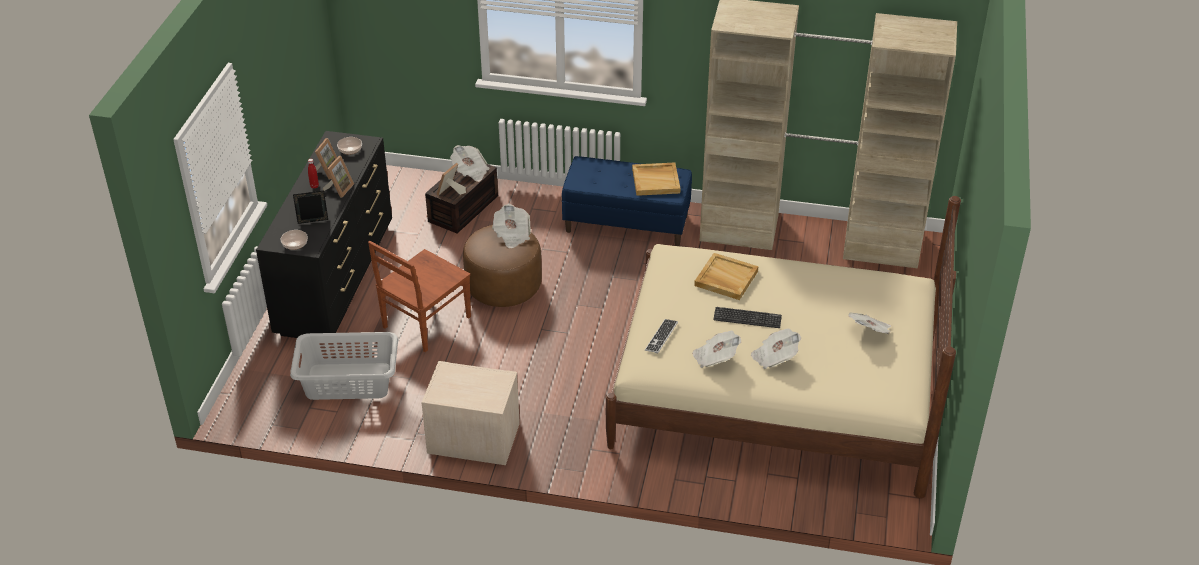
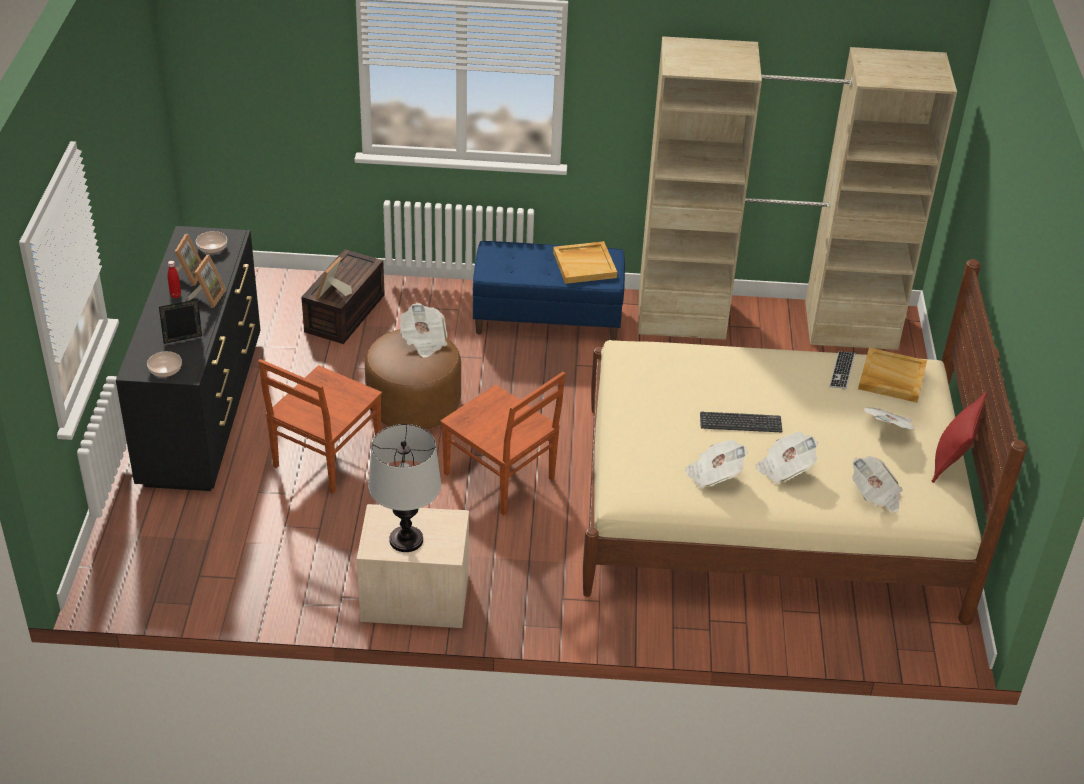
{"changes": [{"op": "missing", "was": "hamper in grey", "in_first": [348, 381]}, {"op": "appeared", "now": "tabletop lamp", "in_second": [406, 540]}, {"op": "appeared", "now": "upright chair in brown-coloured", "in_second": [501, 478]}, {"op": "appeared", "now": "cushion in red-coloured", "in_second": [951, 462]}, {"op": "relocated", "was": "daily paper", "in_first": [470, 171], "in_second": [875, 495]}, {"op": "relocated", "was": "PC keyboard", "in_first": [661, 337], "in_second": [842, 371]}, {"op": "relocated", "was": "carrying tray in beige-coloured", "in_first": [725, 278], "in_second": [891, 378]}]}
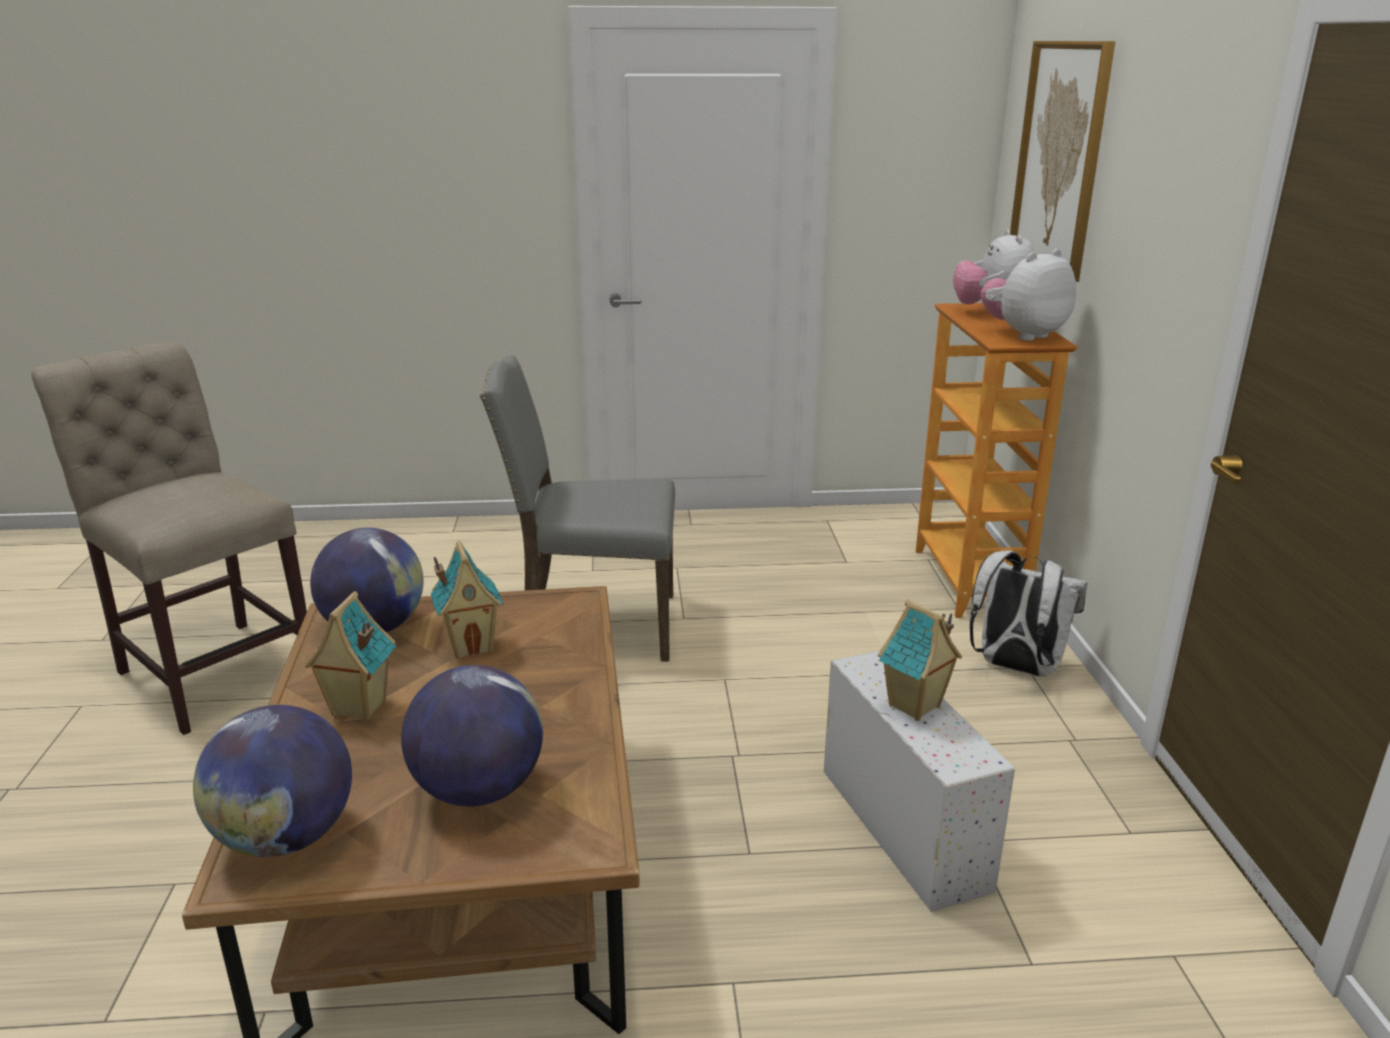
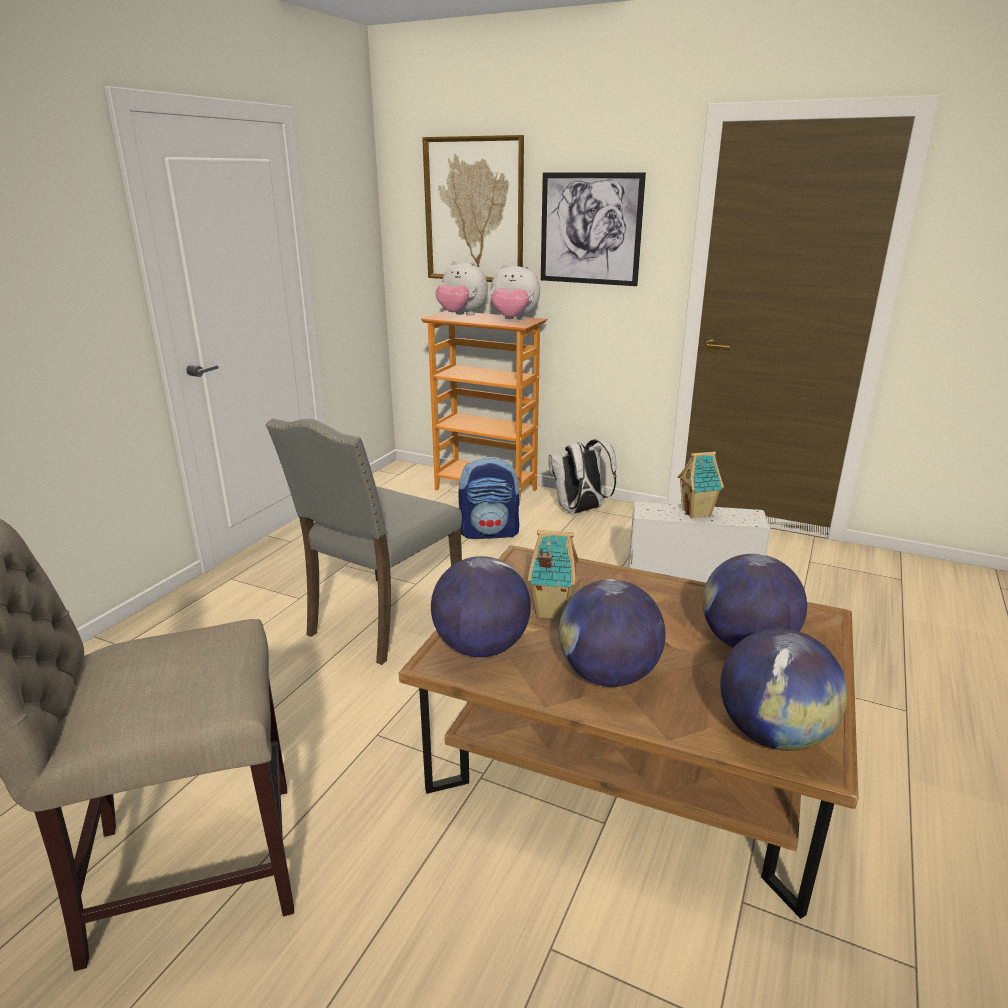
{"changes": [{"op": "appeared", "now": "backpack", "in_second": [490, 532]}, {"op": "appeared", "now": "wall art", "in_second": [590, 229]}, {"op": "exchanged", "was": "miniature house", "now": "desk globe", "in_first": [357, 708], "in_second": [608, 675]}, {"op": "spun", "was": "plush toy", "in_first": [1023, 335], "in_second": [513, 320], "clockwise": -75}]}
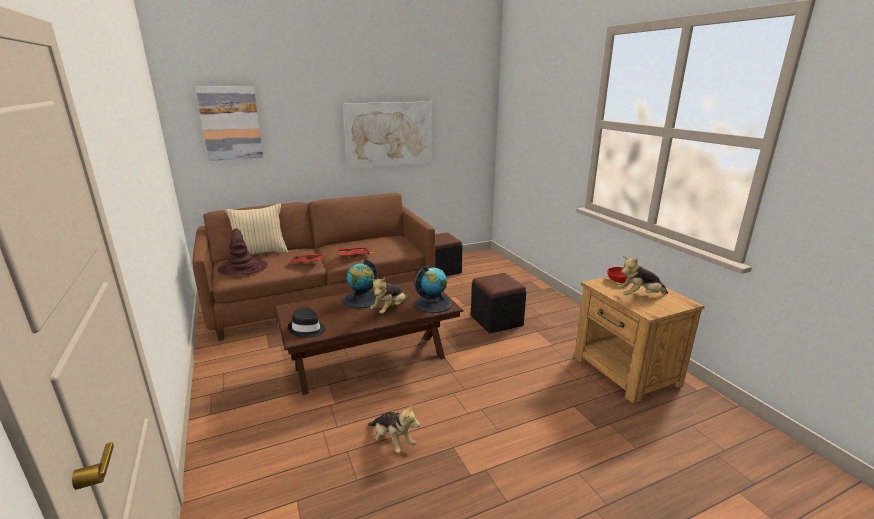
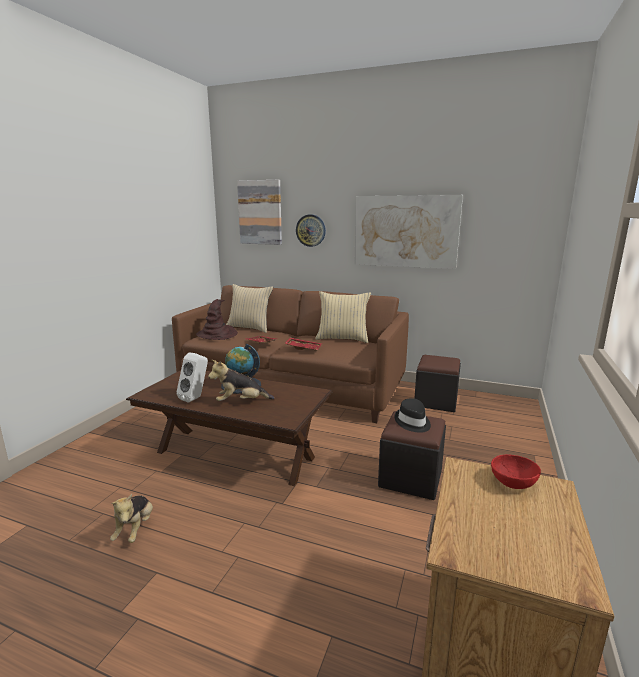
{"changes": [{"op": "missing", "was": "desk globe", "in_first": [433, 303]}, {"op": "missing", "was": "plush toy", "in_first": [639, 296]}, {"op": "appeared", "now": "loudspeaker in white-coloured", "in_second": [196, 398]}, {"op": "appeared", "now": "wall clock", "in_second": [311, 230]}, {"op": "appeared", "now": "cushion in beige-coloured", "in_second": [342, 339]}, {"op": "relocated", "was": "clothing hat in blackish", "in_first": [307, 329], "in_second": [412, 422]}]}
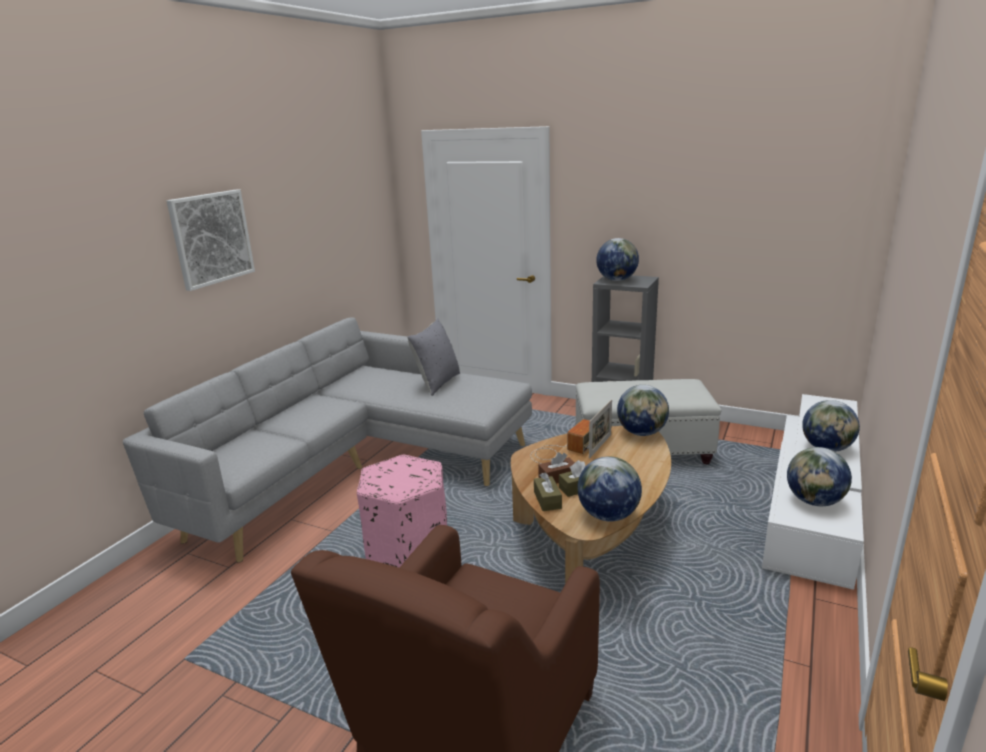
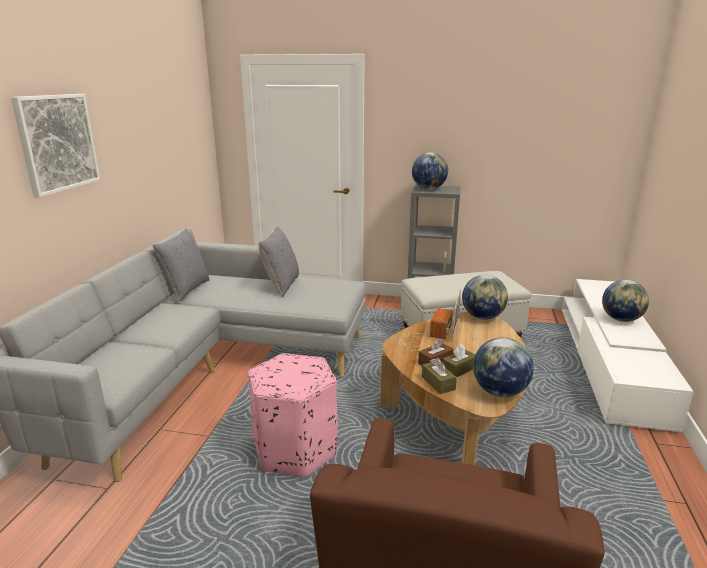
{"changes": [{"op": "missing", "was": "desk globe", "in_first": [814, 501]}, {"op": "appeared", "now": "cushion in grey", "in_second": [186, 289]}]}
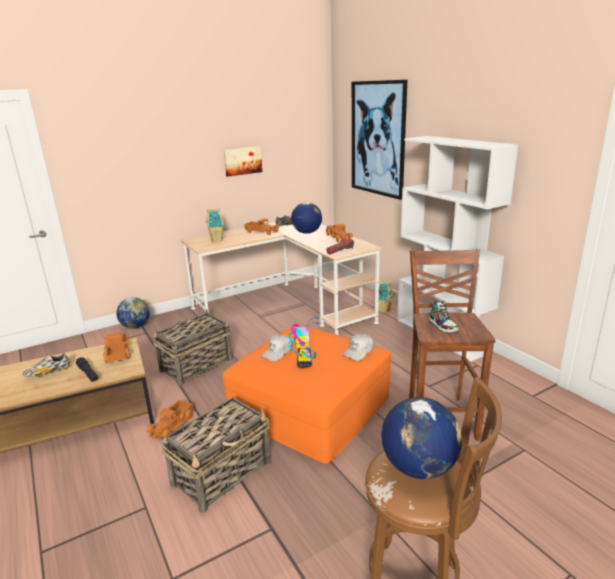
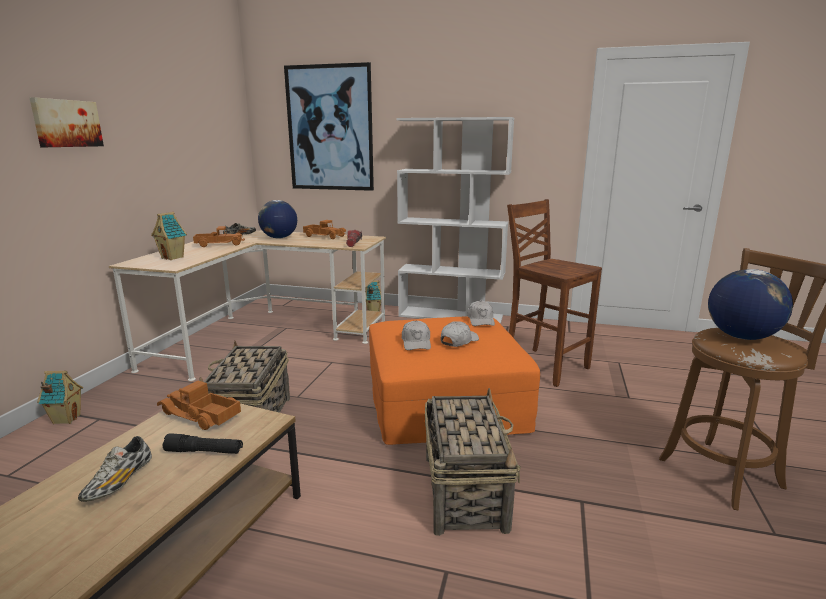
{"changes": [{"op": "missing", "was": "model truck", "in_first": [173, 425]}, {"op": "missing", "was": "low shoe", "in_first": [443, 326]}, {"op": "relocated", "was": "wall art", "in_first": [242, 161], "in_second": [66, 123]}, {"op": "exchanged", "was": "desk globe", "now": "miniature house", "in_first": [136, 327], "in_second": [66, 419]}, {"op": "exchanged", "was": "toy robot", "now": "cap in white-coloured", "in_first": [304, 363], "in_second": [459, 341]}]}
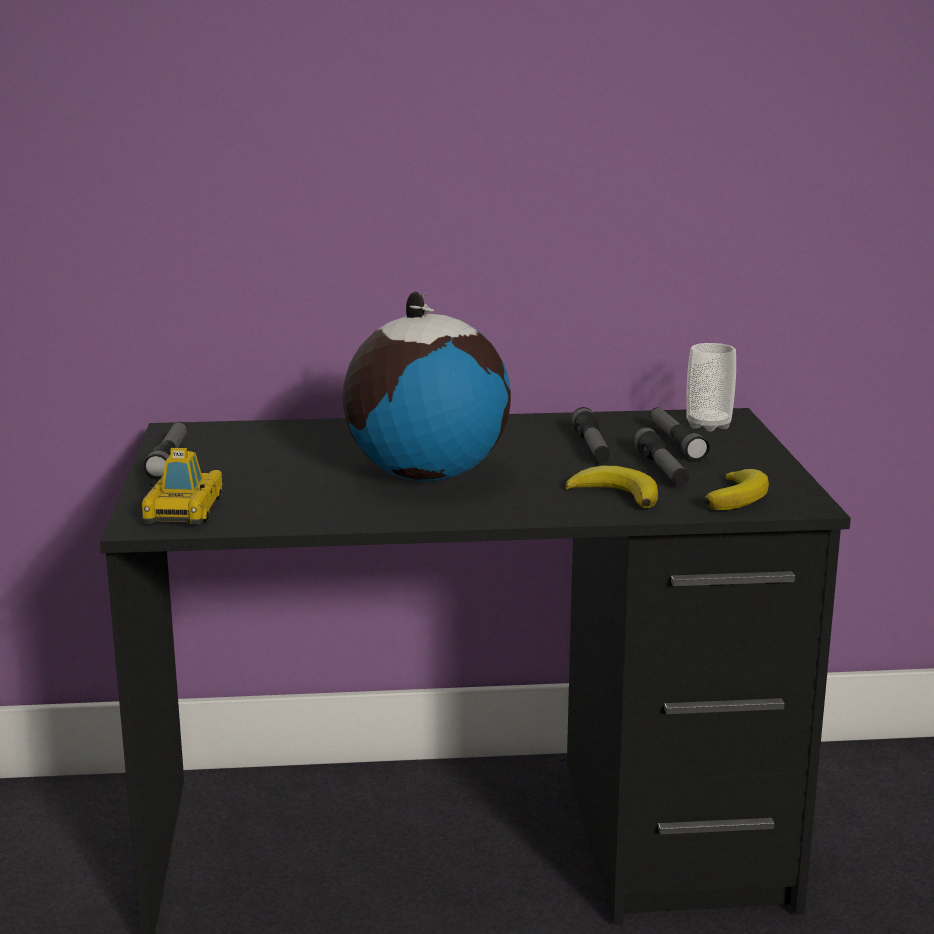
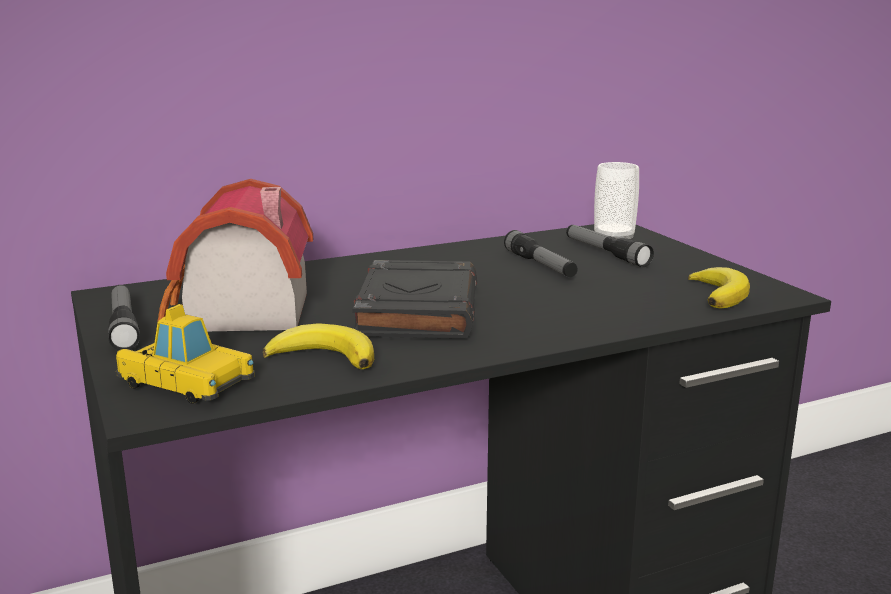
{"changes": [{"op": "missing", "was": "flashlight", "in_first": [661, 469]}, {"op": "appeared", "now": "miniature house", "in_second": [239, 313]}, {"op": "relocated", "was": "banana", "in_first": [616, 494], "in_second": [324, 356]}, {"op": "exchanged", "was": "desk globe", "now": "book in blackish", "in_first": [426, 475], "in_second": [417, 310]}, {"op": "spun", "was": "miniature car", "in_first": [184, 509], "in_second": [186, 382], "clockwise": 135}]}
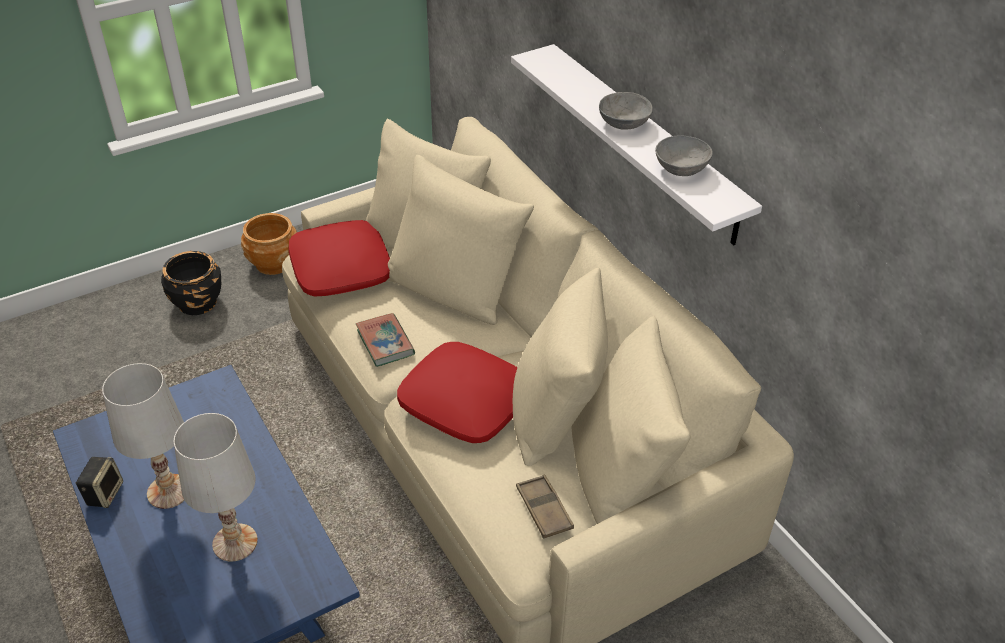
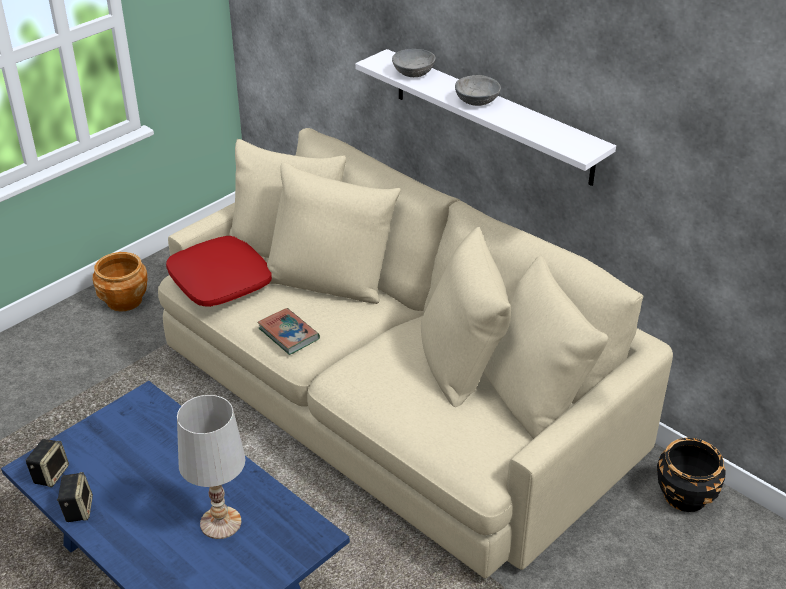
{"changes": [{"op": "missing", "was": "tabletop lamp in white-coloured", "in_first": [169, 492]}, {"op": "missing", "was": "cushion in red-coloured", "in_first": [465, 402]}, {"op": "missing", "was": "carrying tray in brown-coloured", "in_first": [544, 510]}, {"op": "appeared", "now": "loudspeaker", "in_second": [50, 474]}, {"op": "relocated", "was": "plant pot in blackish", "in_first": [198, 302], "in_second": [685, 495]}, {"op": "relocated", "was": "serving bowl in grey", "in_first": [682, 168], "in_second": [414, 72]}]}
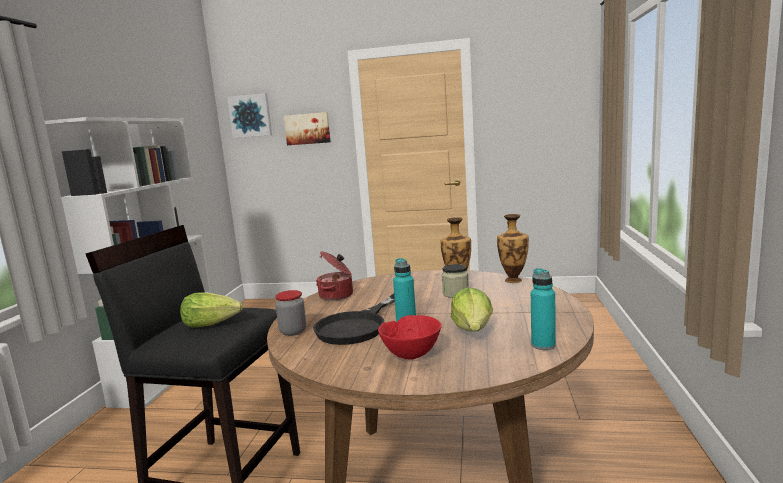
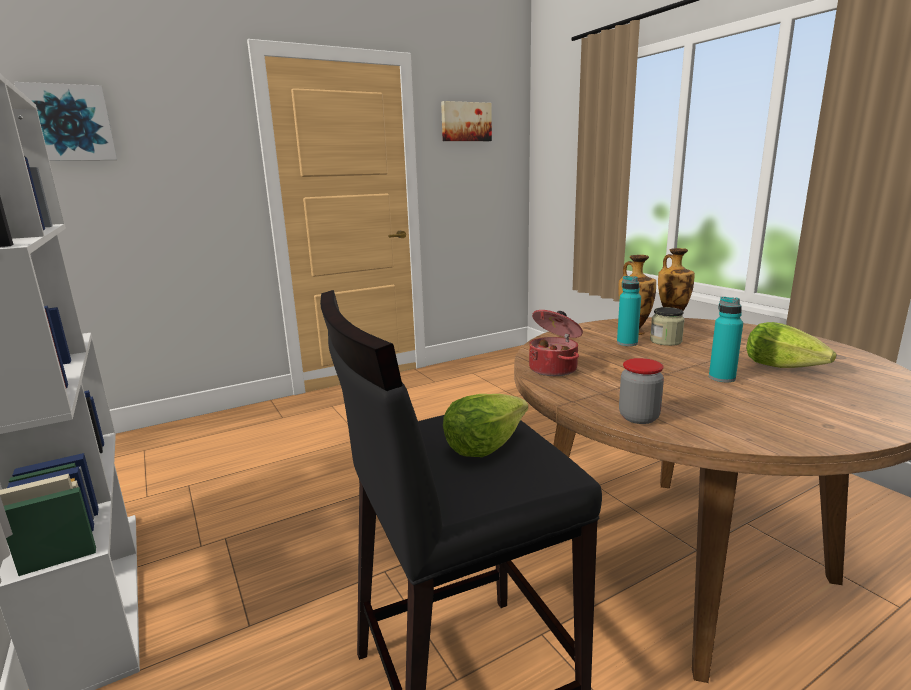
{"changes": [{"op": "missing", "was": "frying pan in blackish", "in_first": [358, 326]}, {"op": "missing", "was": "serving bowl in red-coloured", "in_first": [411, 355]}, {"op": "relocated", "was": "wall art", "in_first": [307, 128], "in_second": [465, 122]}, {"op": "relocated", "was": "beverage bottle in turquoise", "in_first": [543, 345], "in_second": [627, 343]}]}
